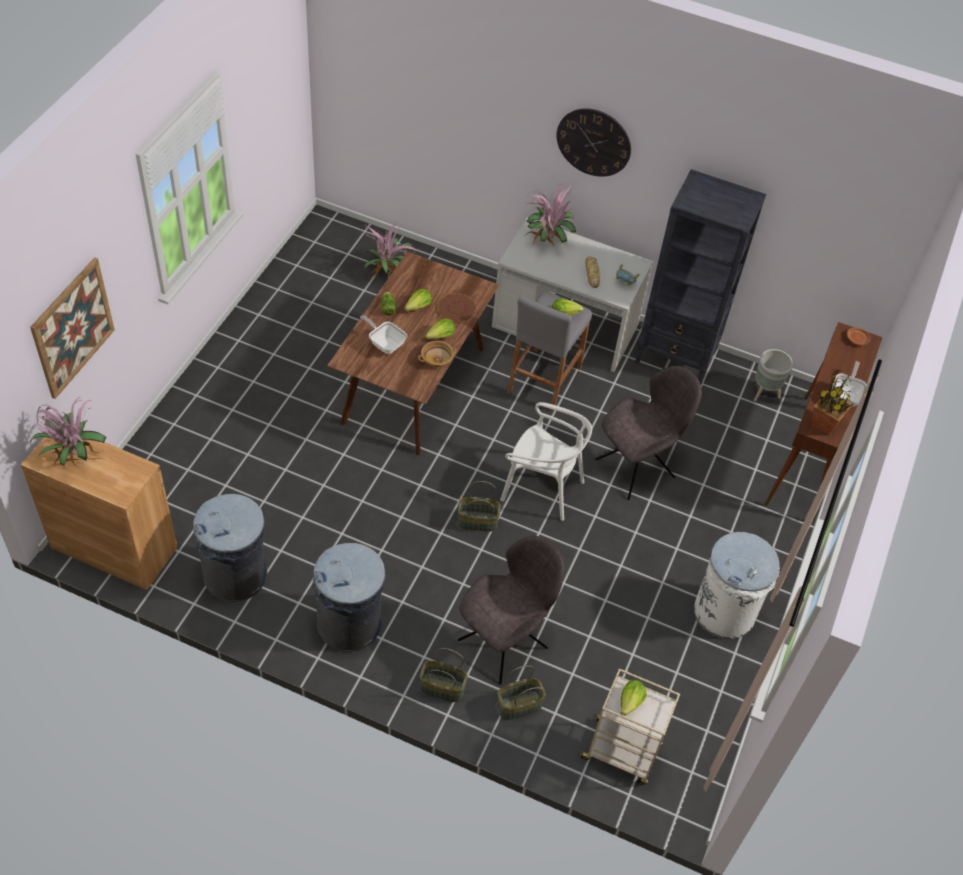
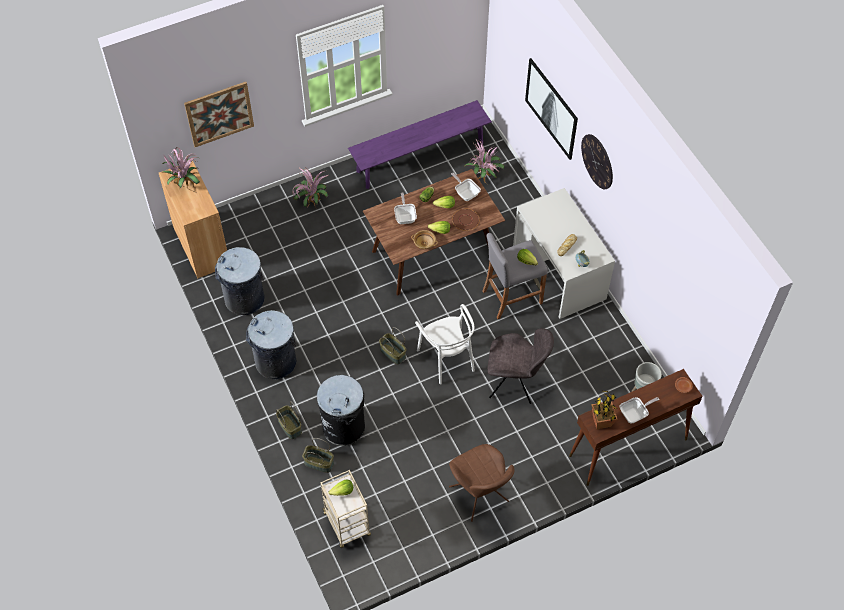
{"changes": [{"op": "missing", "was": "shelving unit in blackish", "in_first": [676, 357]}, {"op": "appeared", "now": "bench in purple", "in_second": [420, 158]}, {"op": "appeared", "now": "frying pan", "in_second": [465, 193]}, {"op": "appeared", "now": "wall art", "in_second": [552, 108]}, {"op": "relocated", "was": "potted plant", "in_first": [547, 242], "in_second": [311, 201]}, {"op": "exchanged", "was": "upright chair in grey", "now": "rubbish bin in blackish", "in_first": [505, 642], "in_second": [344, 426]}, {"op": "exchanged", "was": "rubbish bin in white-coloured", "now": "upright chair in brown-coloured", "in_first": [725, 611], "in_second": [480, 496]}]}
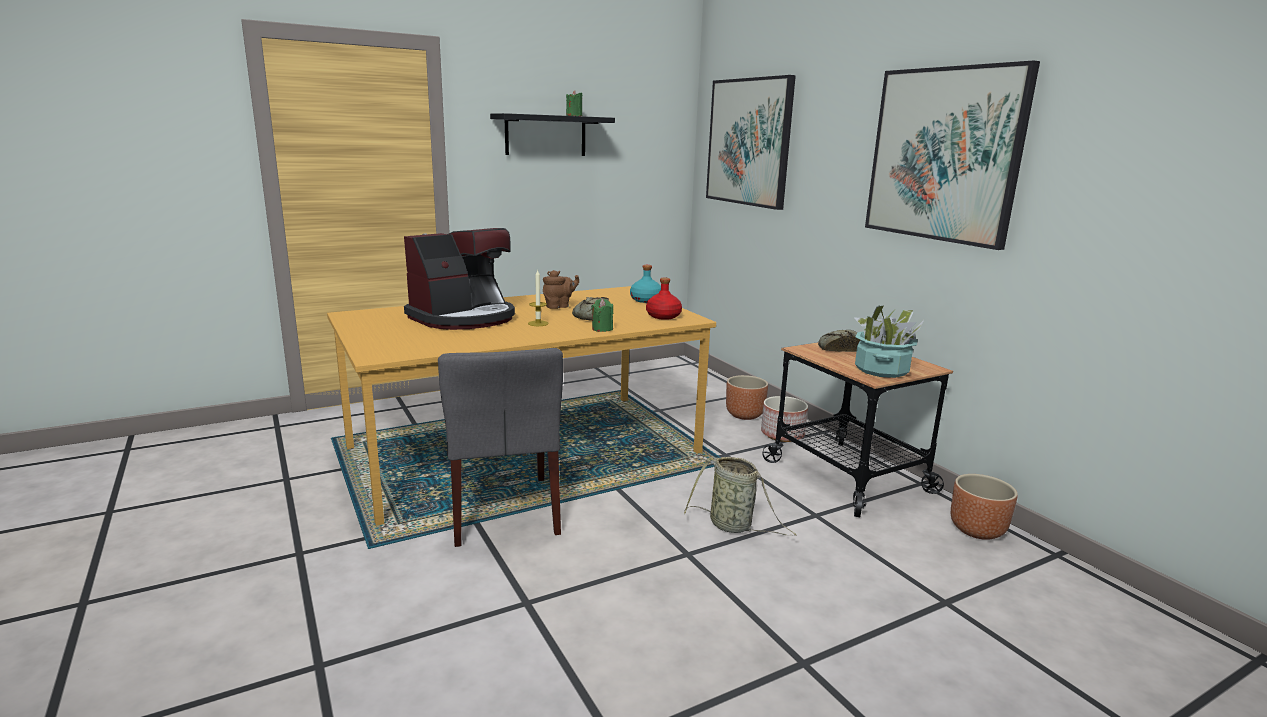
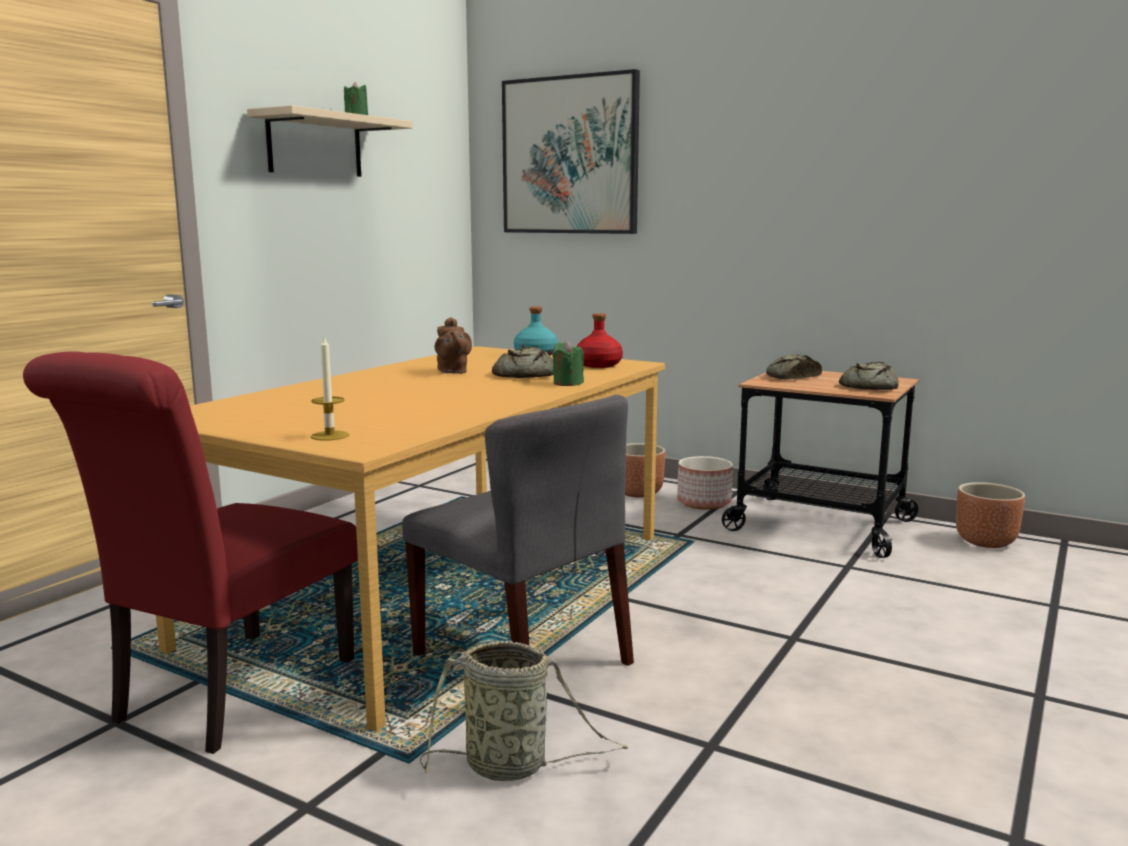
{"changes": [{"op": "missing", "was": "coffee brewer", "in_first": [464, 318]}, {"op": "missing", "was": "wall art", "in_first": [944, 155]}, {"op": "appeared", "now": "upright chair in red-coloured", "in_second": [226, 695]}, {"op": "relocated", "was": "wax candle", "in_first": [538, 323], "in_second": [330, 436]}, {"op": "relocated", "was": "basket", "in_first": [733, 526], "in_second": [512, 766]}, {"op": "exchanged", "was": "potted plant", "now": "bakery bread", "in_first": [882, 370], "in_second": [867, 387]}, {"op": "colour", "was": "shelf in blackish", "now": "shelf in beige-coloured", "in_first": [545, 135], "in_second": [315, 145]}, {"op": "spun", "was": "pot for tea in brown-coloured", "in_first": [559, 306], "in_second": [452, 372], "clockwise": 135}]}
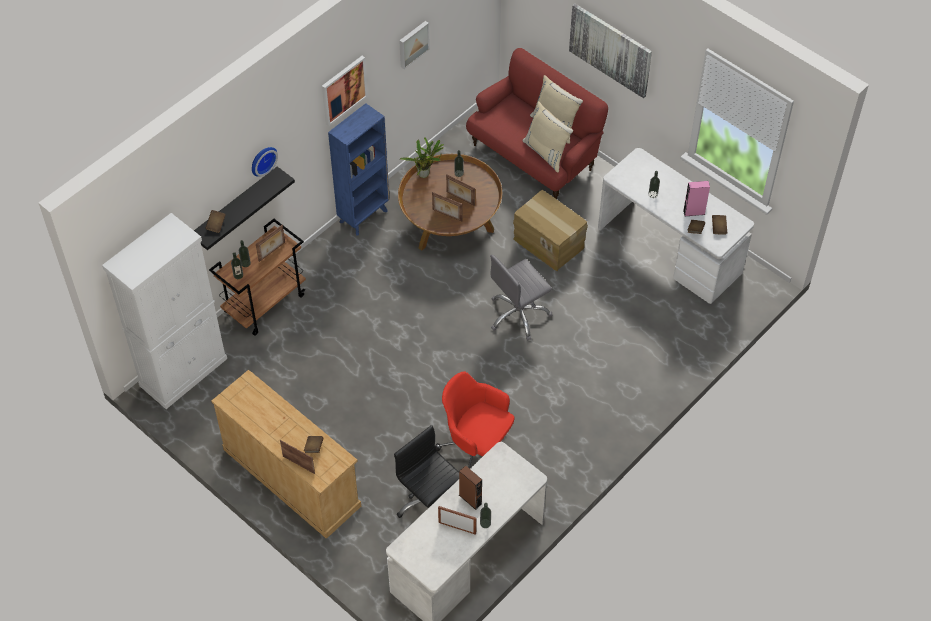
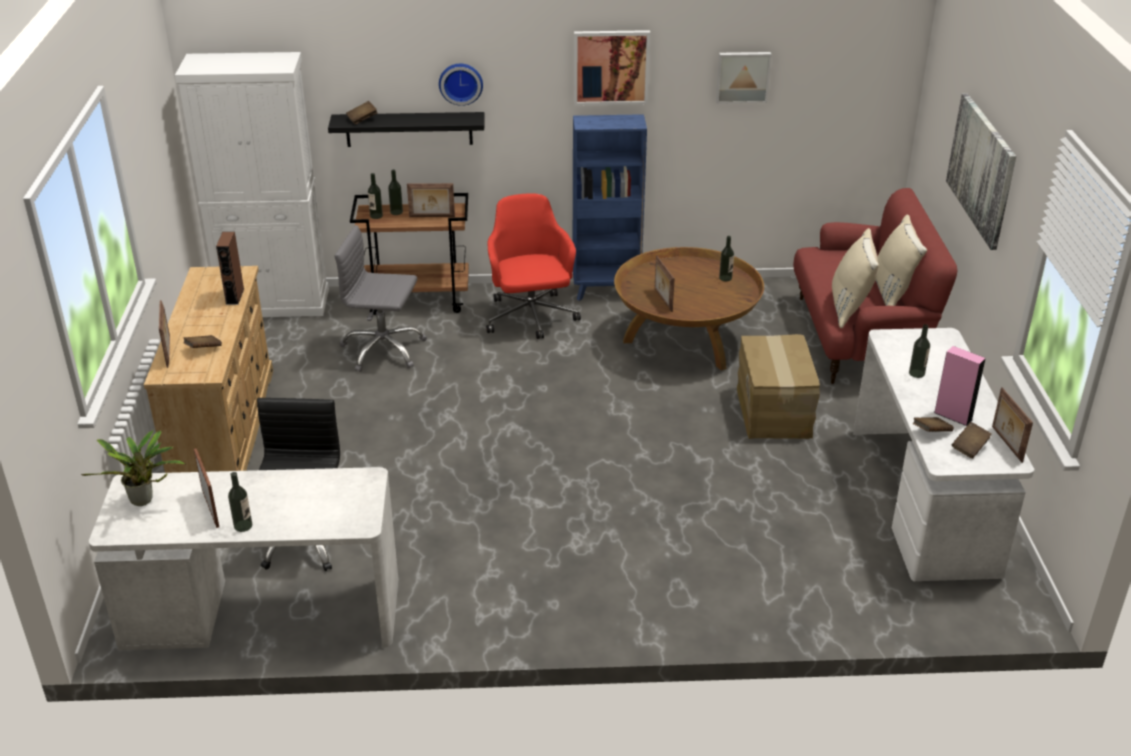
{"changes": [{"op": "relocated", "was": "potted plant", "in_first": [425, 174], "in_second": [144, 501]}, {"op": "relocated", "was": "computer chair in red-coloured", "in_first": [476, 448], "in_second": [531, 318]}, {"op": "relocated", "was": "standing frame", "in_first": [460, 199], "in_second": [1006, 444]}, {"op": "relocated", "was": "loudspeaker in brown-coloured", "in_first": [470, 499], "in_second": [235, 296]}, {"op": "relocated", "was": "computer chair in grey", "in_first": [518, 315], "in_second": [383, 350]}]}
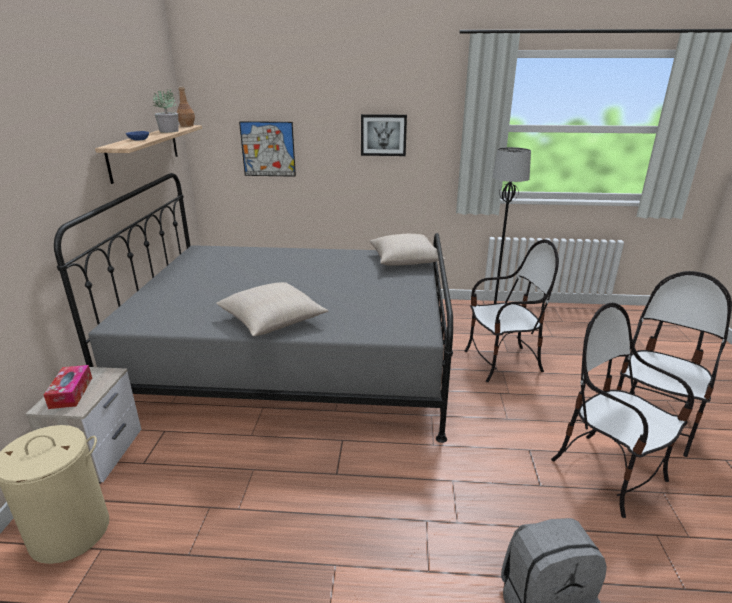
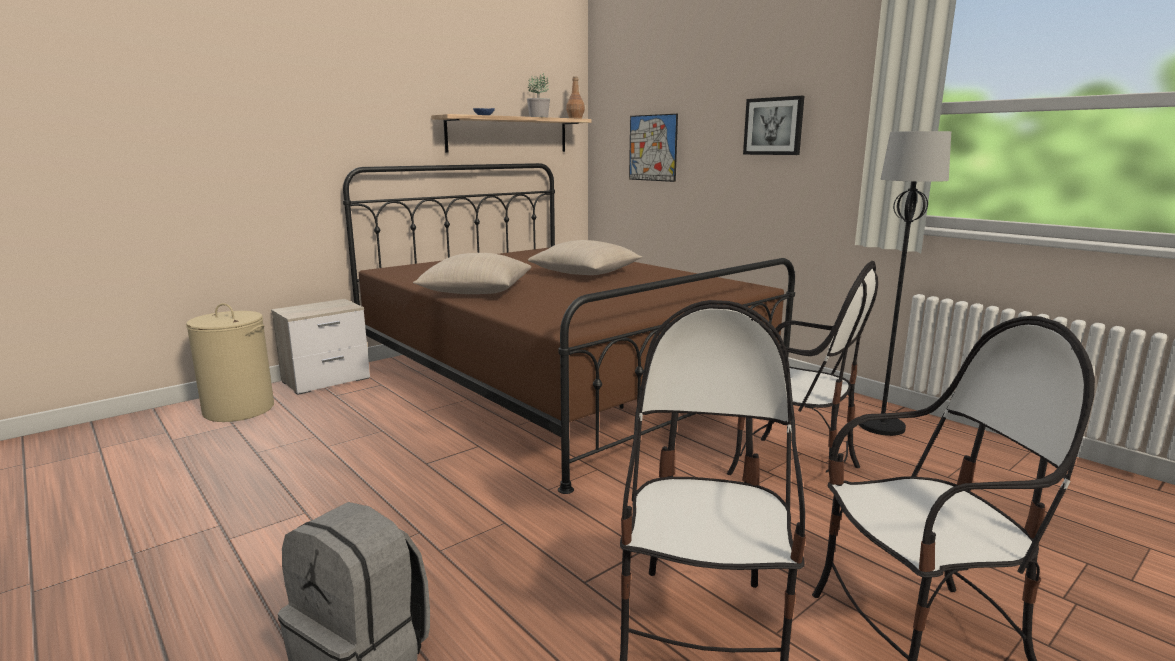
{"changes": [{"op": "missing", "was": "box of tissues", "in_first": [71, 393]}, {"op": "relocated", "was": "cushion in beige-coloured", "in_first": [405, 261], "in_second": [585, 274]}, {"op": "colour", "was": "sleeping bed in grey", "now": "sleeping bed in brown-coloured", "in_first": [295, 361], "in_second": [557, 381]}]}
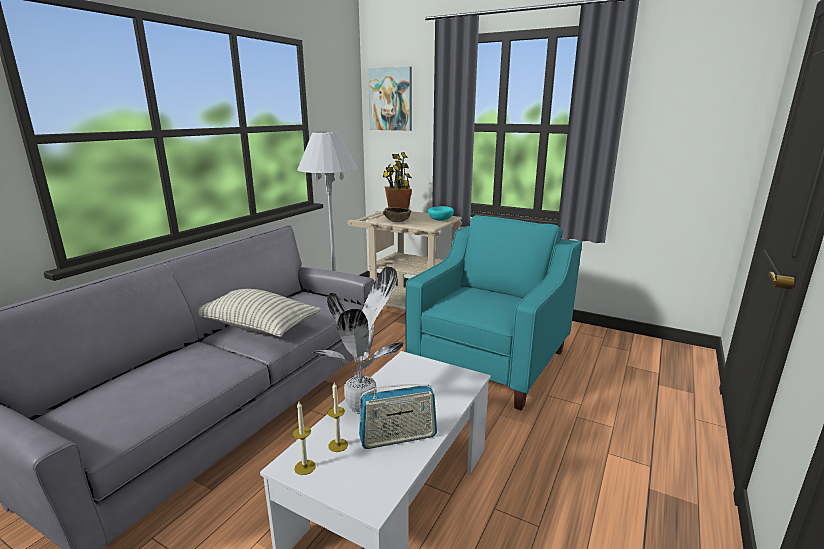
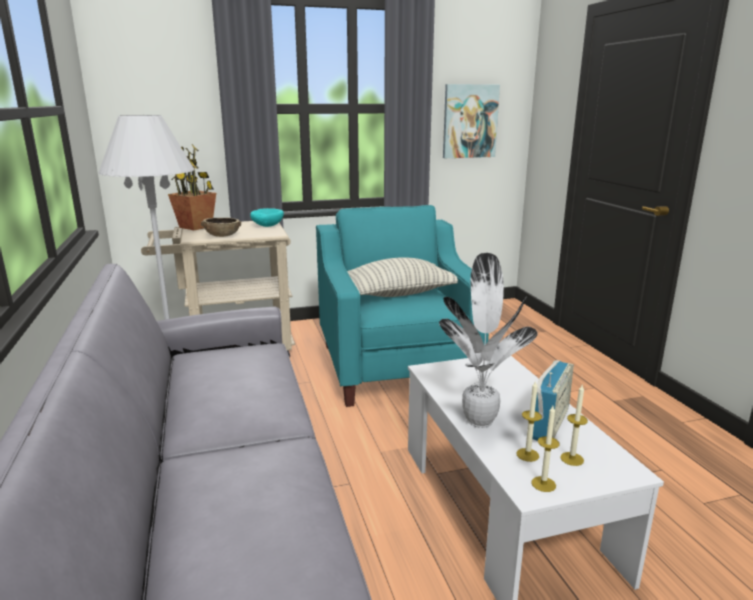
{"changes": [{"op": "appeared", "now": "wax candle", "in_second": [572, 459]}, {"op": "relocated", "was": "cushion", "in_first": [257, 327], "in_second": [397, 294]}, {"op": "relocated", "was": "wall art", "in_first": [391, 99], "in_second": [470, 121]}]}
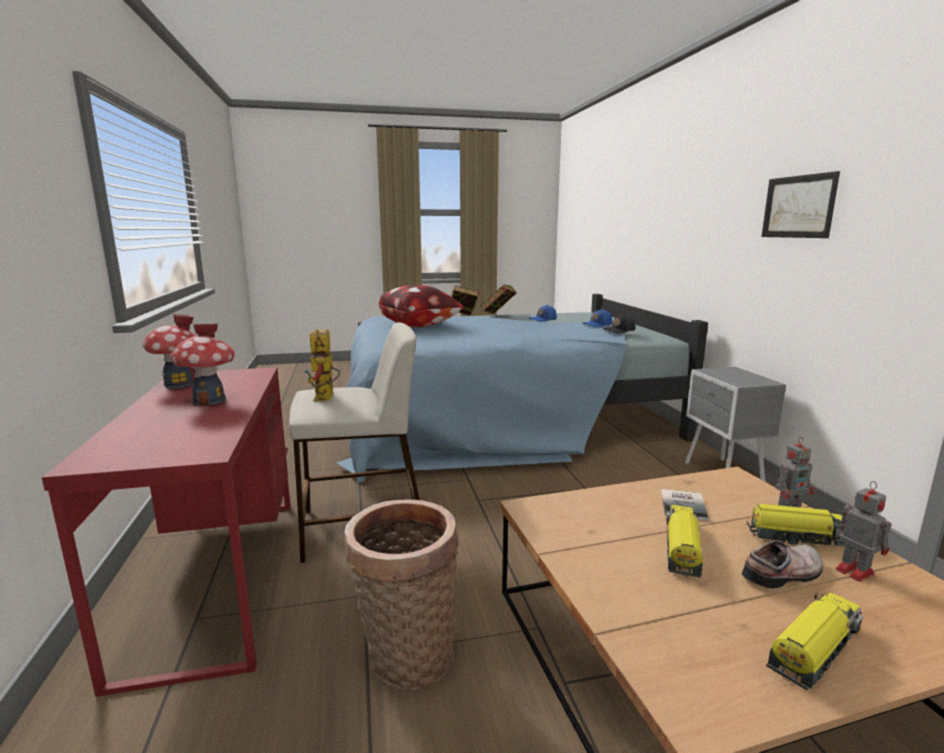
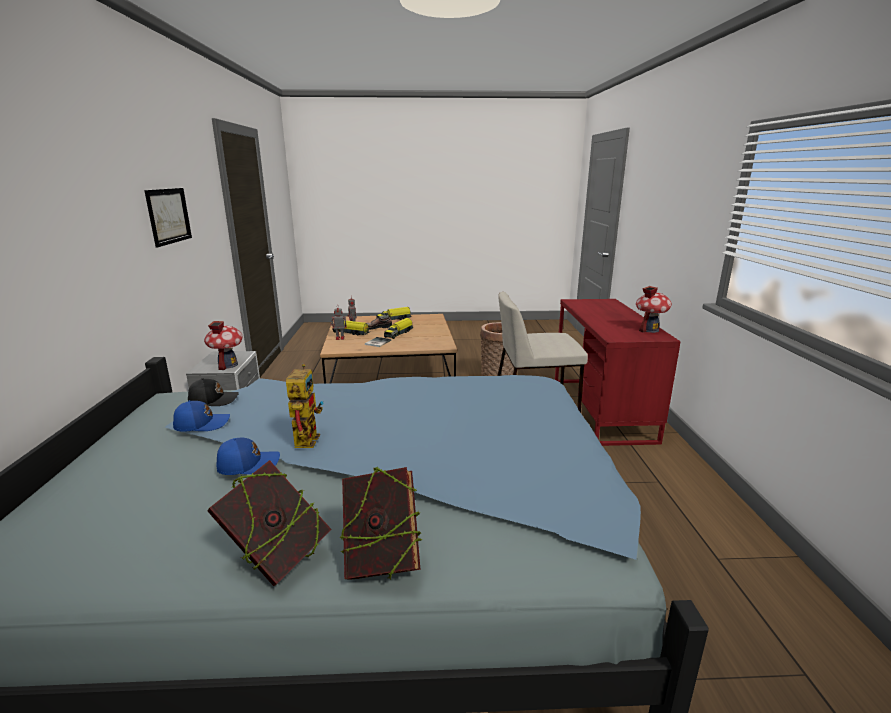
{"changes": [{"op": "missing", "was": "cushion", "in_first": [420, 325]}, {"op": "relocated", "was": "miniature house", "in_first": [209, 401], "in_second": [228, 365]}, {"op": "relocated", "was": "toy robot", "in_first": [326, 399], "in_second": [306, 437]}]}
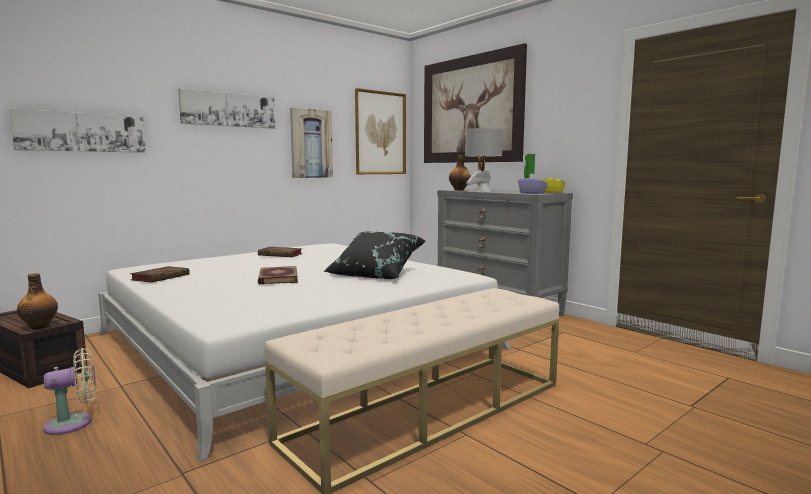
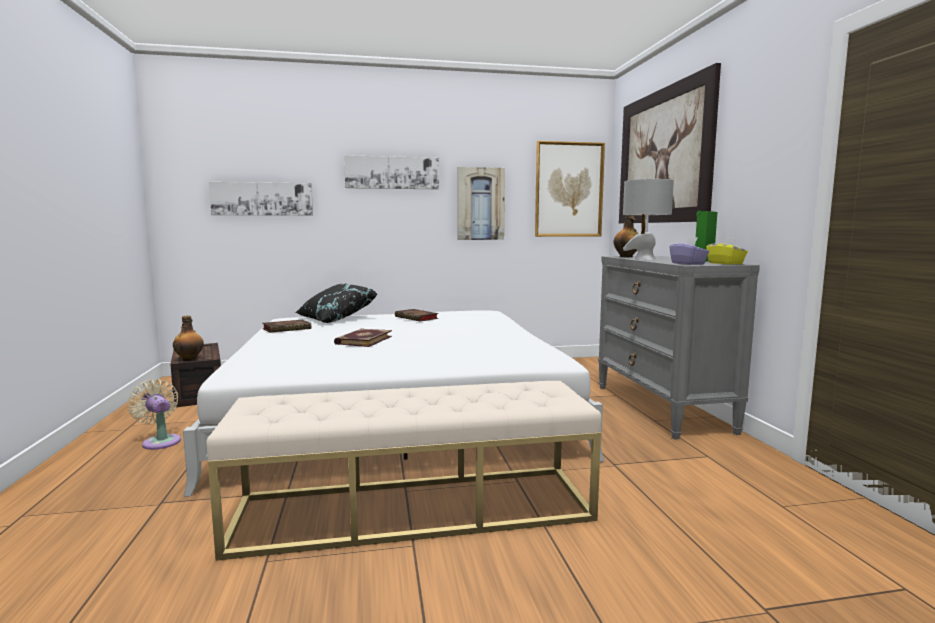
{"changes": [{"op": "relocated", "was": "cushion in blackish", "in_first": [375, 273], "in_second": [335, 319]}, {"op": "spun", "was": "cooling fan in beige-coloured", "in_first": [74, 423], "in_second": [160, 441], "clockwise": -135}]}
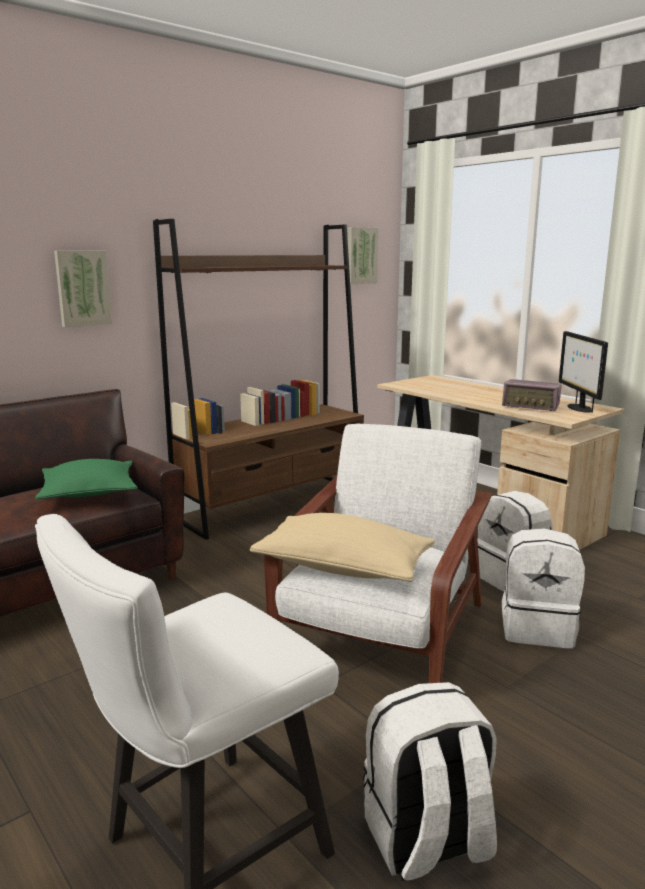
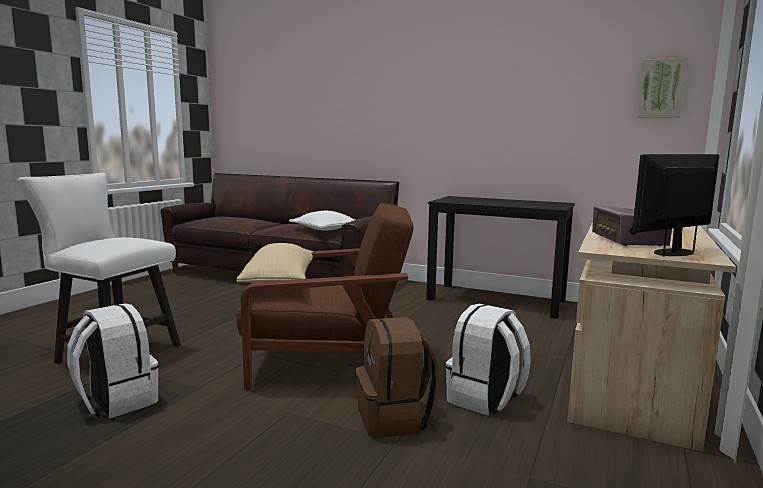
{"changes": [{"op": "missing", "was": "wall art", "in_first": [82, 288]}, {"op": "exchanged", "was": "shelving unit in brown-coloured", "now": "desk in blackish", "in_first": [273, 504], "in_second": [496, 300]}, {"op": "colour", "was": "cushion in green", "now": "cushion in white-coloured", "in_first": [89, 492], "in_second": [325, 229]}, {"op": "colour", "was": "armchair in white-coloured", "now": "armchair in brown-coloured", "in_first": [382, 636], "in_second": [329, 361]}, {"op": "colour", "was": "backpack in white-coloured", "now": "backpack in brown-coloured", "in_first": [537, 628], "in_second": [395, 418]}]}
